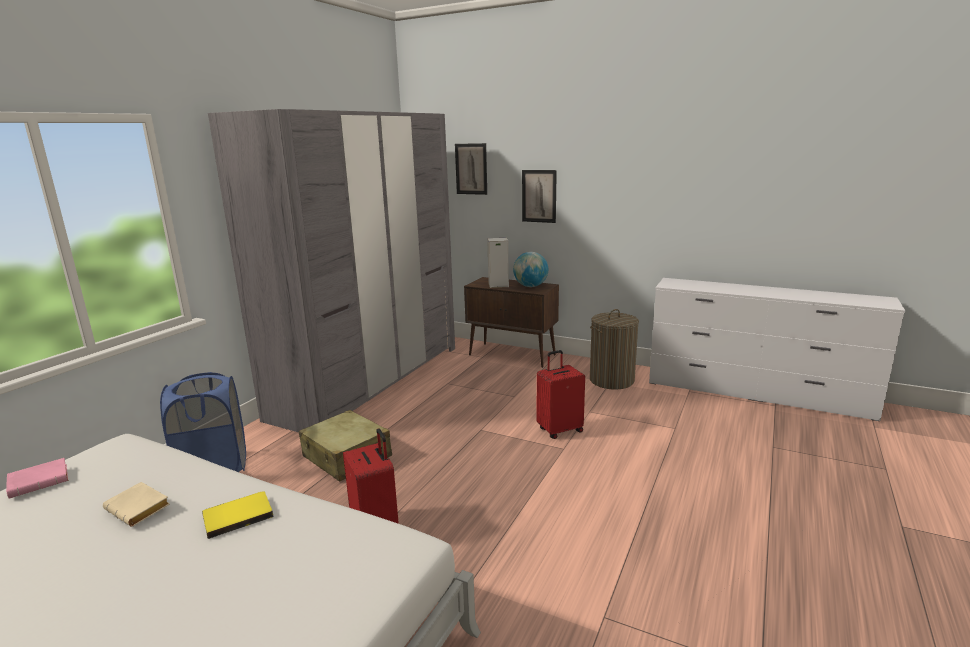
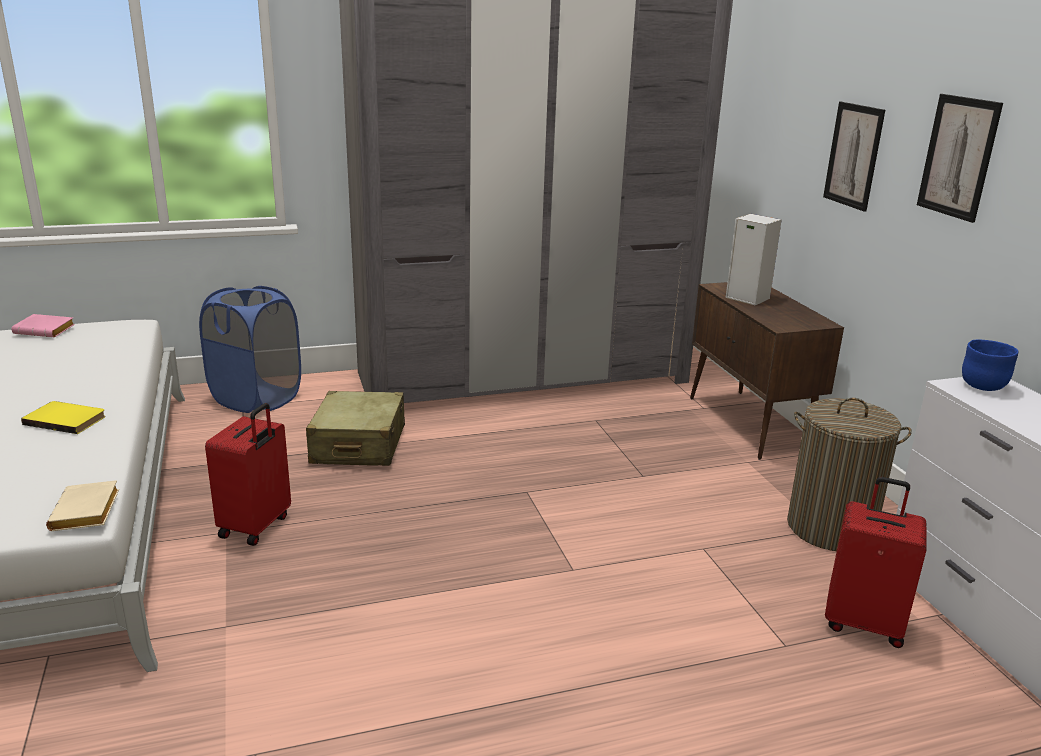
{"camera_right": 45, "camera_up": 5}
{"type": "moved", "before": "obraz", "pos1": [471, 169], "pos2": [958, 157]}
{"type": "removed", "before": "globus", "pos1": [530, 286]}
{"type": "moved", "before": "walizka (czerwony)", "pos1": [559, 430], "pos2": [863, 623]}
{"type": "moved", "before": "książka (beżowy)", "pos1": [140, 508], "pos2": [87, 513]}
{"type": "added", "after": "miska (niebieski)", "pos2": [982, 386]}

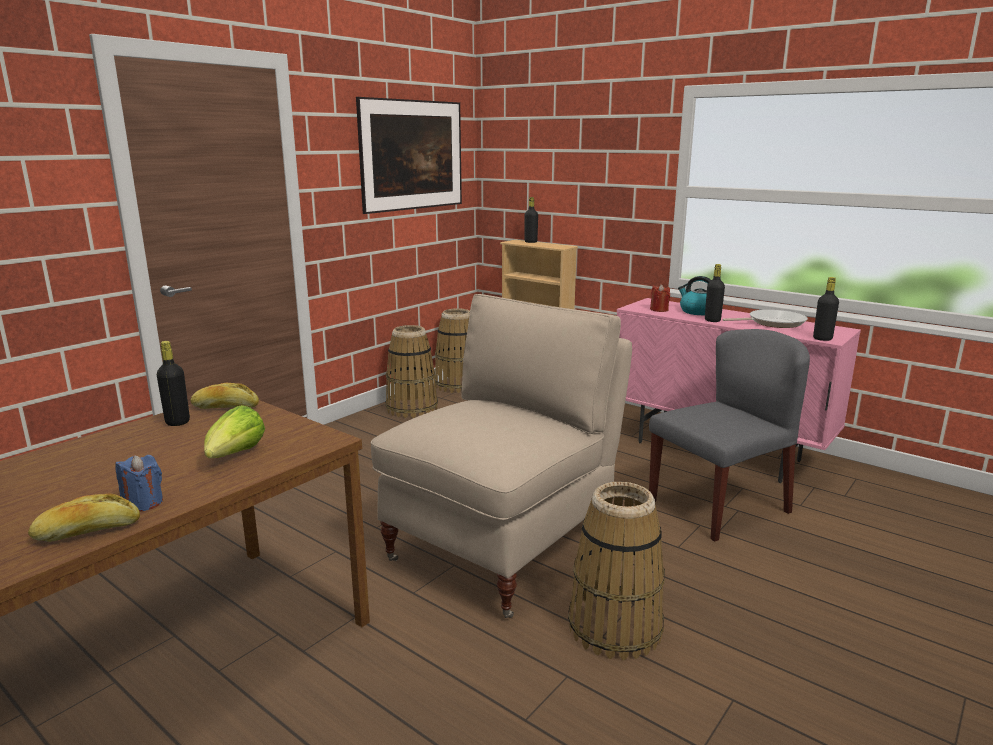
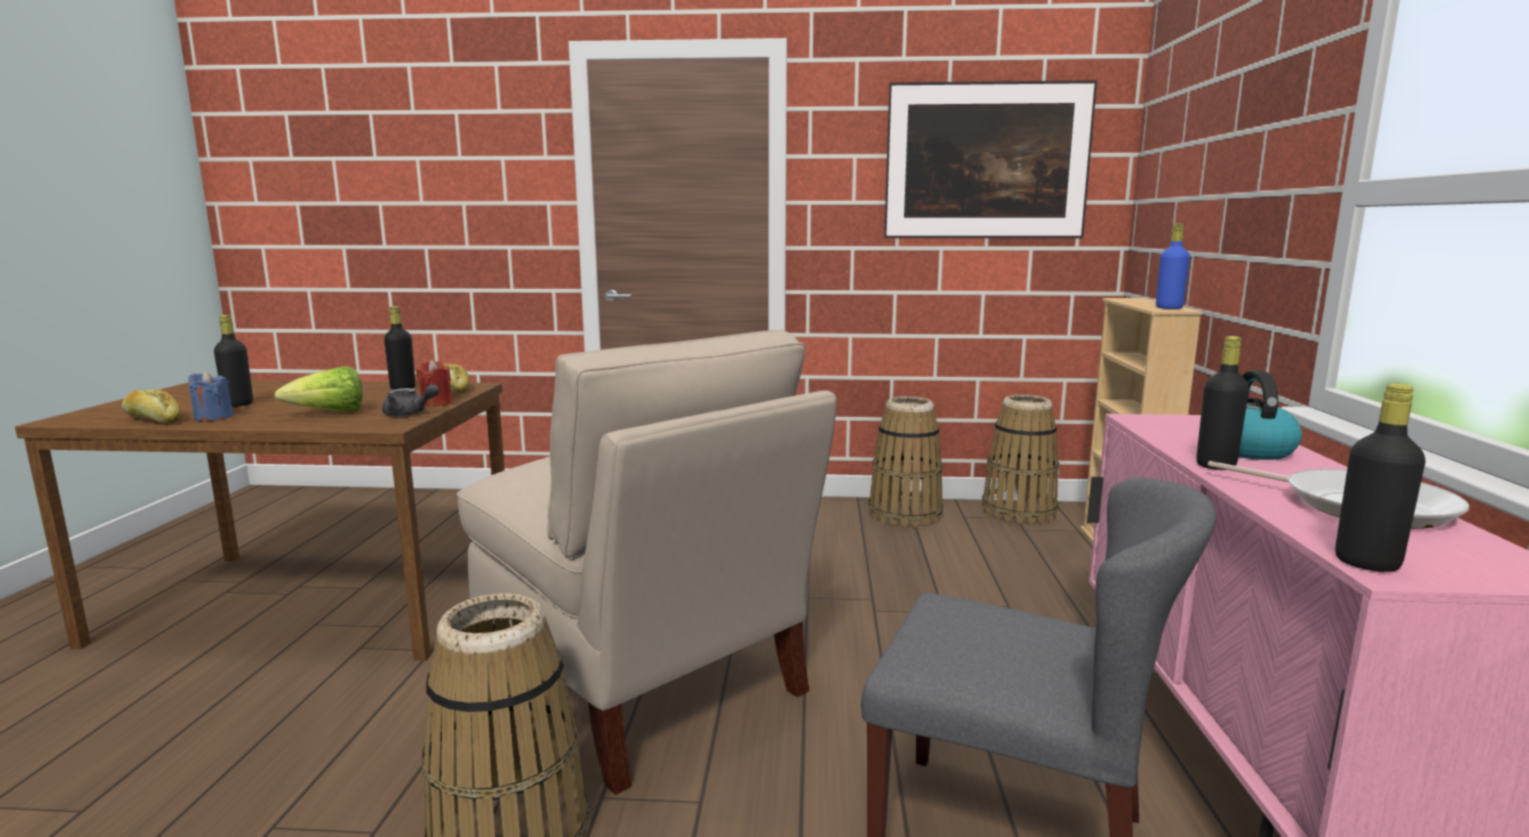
{"camera_right": 55, "camera_up": -5}
{"type": "moved", "before": "butelka (czarny)", "pos1": [530, 242], "pos2": [238, 404]}
{"type": "moved", "before": "świeca (czerwony)", "pos1": [659, 310], "pos2": [436, 403]}
{"type": "turned", "before": "krzesło (beżowy)", "pos1": [503, 547], "pos2": [643, 682], "turn": 45}
{"type": "added", "after": "butelka (niebieski)", "pos2": [1169, 308]}
{"type": "added", "after": "imbryk (szary)", "pos2": [409, 414]}

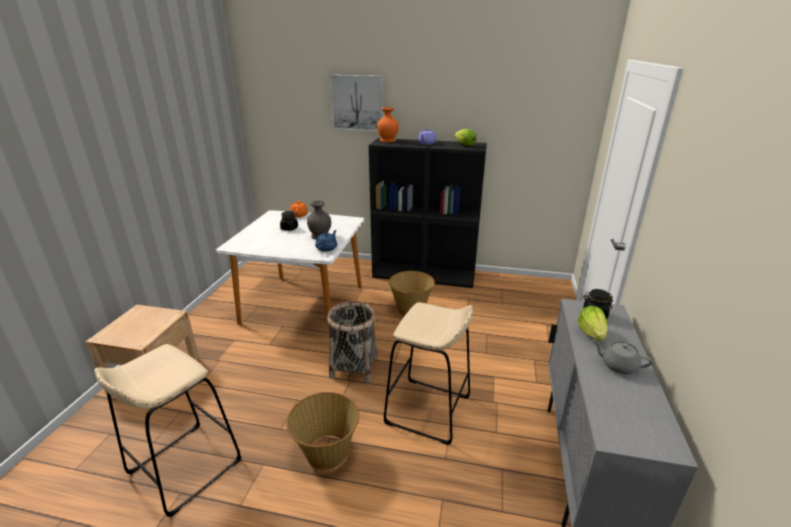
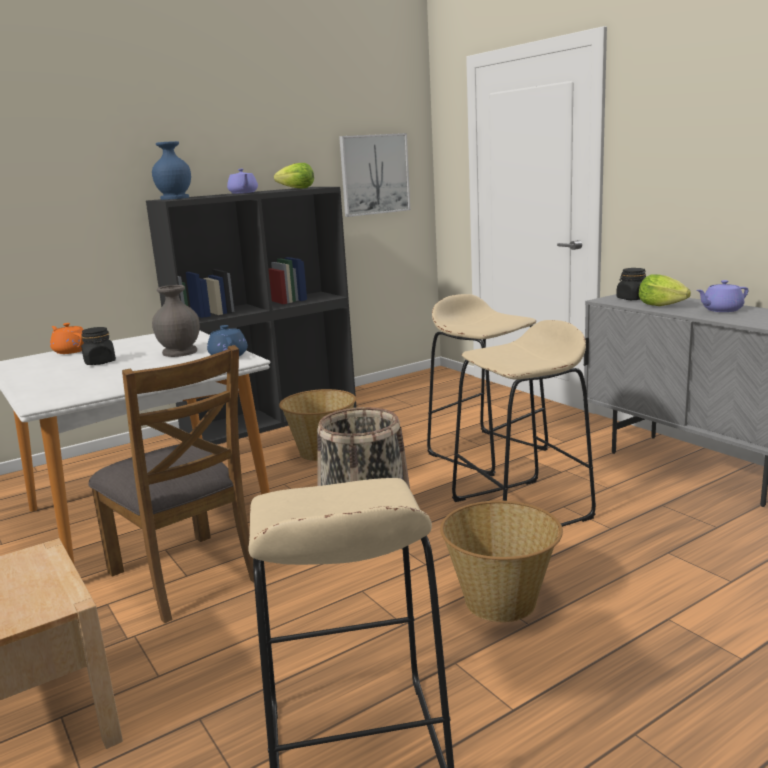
{"camera_right": -45, "camera_up": -10}
{"type": "moved", "before": "obraz", "pos1": [357, 103], "pos2": [374, 174]}
{"type": "recoloured", "before": "wazon (pomarańczowy)", "after": "wazon (niebieski)", "pos1": [388, 140], "pos2": [175, 198]}
{"type": "recoloured", "before": "imbryk (szary)", "after": "imbryk (fioletowy)", "pos1": [618, 365], "pos2": [721, 310]}
{"type": "added", "after": "stołek (beżowy)", "pos2": [487, 452]}
{"type": "added", "after": "krzesło (brązowy)", "pos2": [185, 575]}

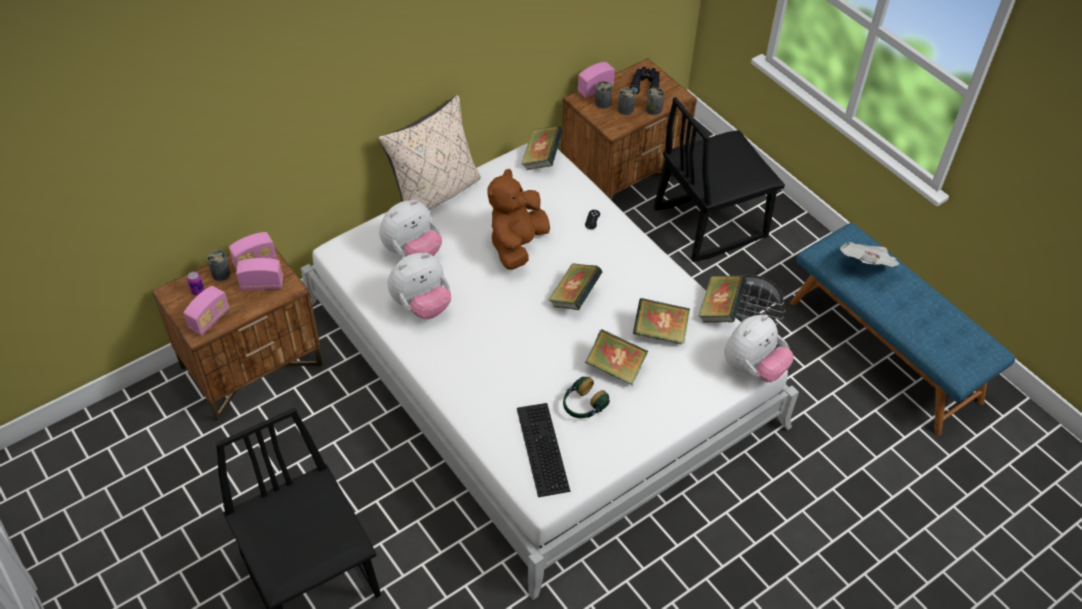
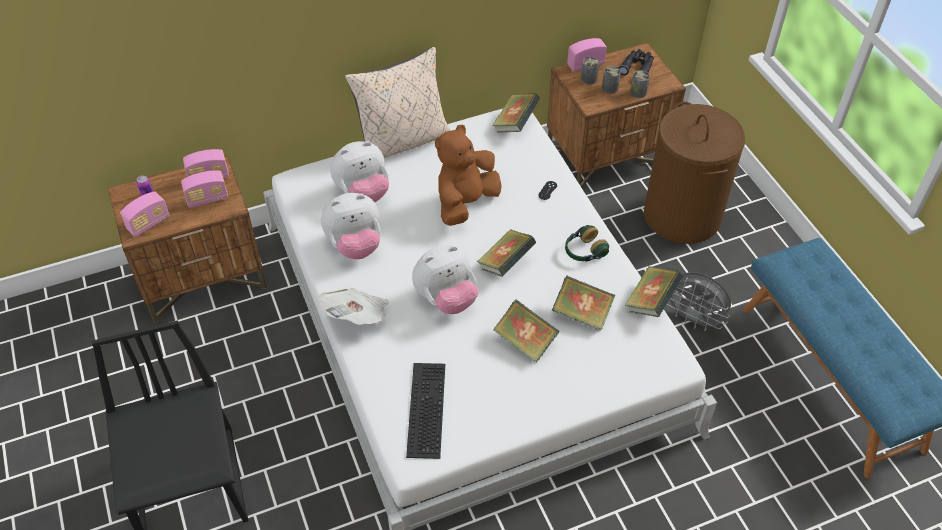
{"camera_right": 15, "camera_up": 0}
{"type": "replaced", "before": "krzesło (czarny)", "after": "kosz na pranie (brązowy)", "pos1": [709, 222], "pos2": [681, 215]}
{"type": "moved", "before": "gazeta", "pos1": [866, 265], "pos2": [357, 316]}
{"type": "removed", "before": "puszka", "pos1": [221, 273]}
{"type": "turned", "before": "radio", "pos1": [262, 284], "pos2": [207, 199], "turn": 150}
{"type": "moved", "before": "pluszak", "pos1": [753, 368], "pos2": [446, 299]}
{"type": "moved", "before": "słuchawki", "pos1": [583, 405], "pos2": [584, 251]}

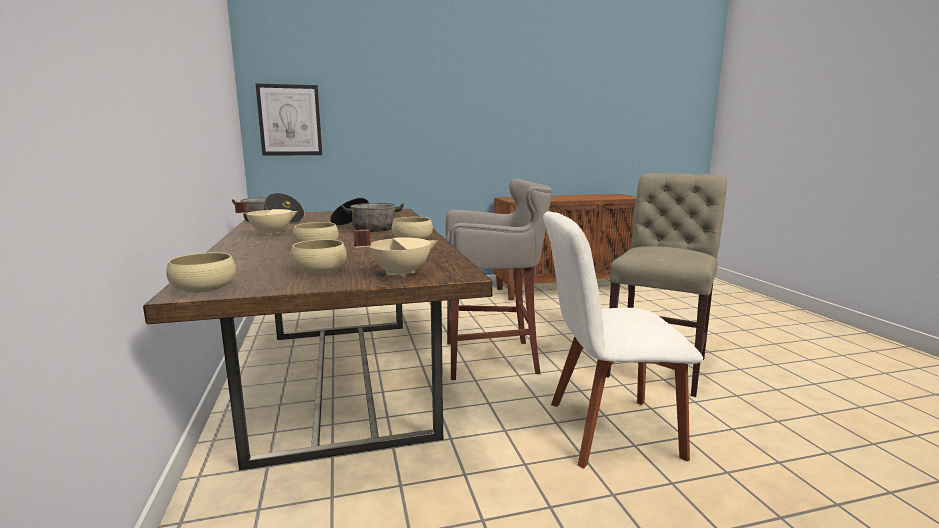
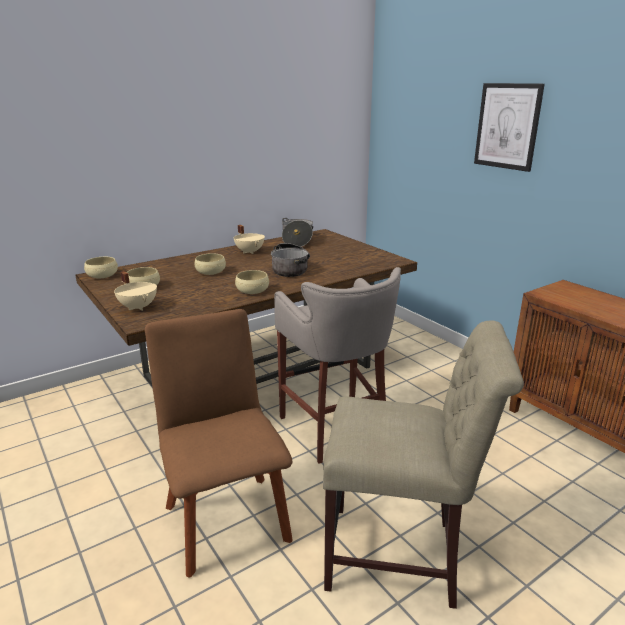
{"camera_right": 70, "camera_up": 10}
{"type": "moved", "before": "obraz", "pos1": [290, 120], "pos2": [507, 126]}
{"type": "recoloured", "before": "krzesło (biały)", "after": "krzesło (brązowy)", "pos1": [606, 430], "pos2": [226, 517]}

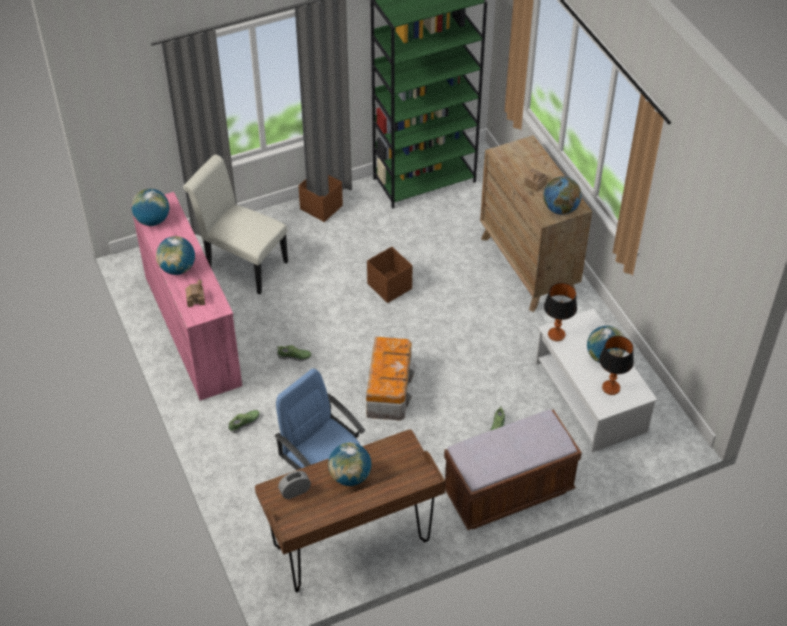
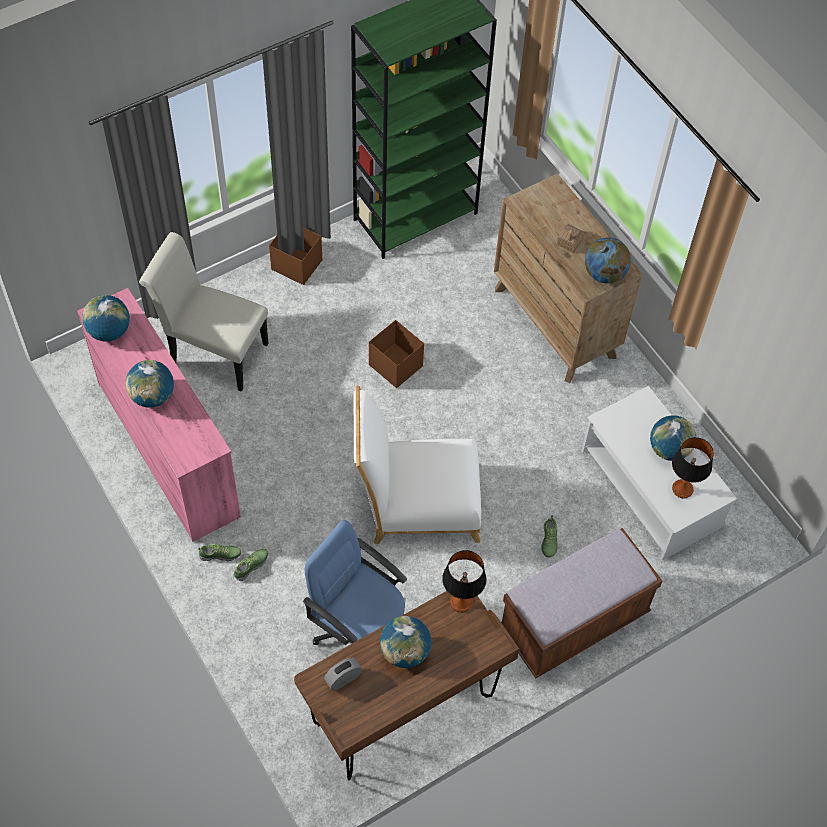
{"camera_right": -10, "camera_up": 10}
{"type": "removed", "before": "domek", "pos1": [195, 299]}
{"type": "moved", "before": "lampa stołowa", "pos1": [556, 334], "pos2": [461, 602]}
{"type": "replaced", "before": "pojemnik do przechowywania", "after": "krzesło (biały)", "pos1": [389, 388], "pos2": [416, 502]}
{"type": "moved", "before": "but", "pos1": [294, 356], "pos2": [220, 555]}

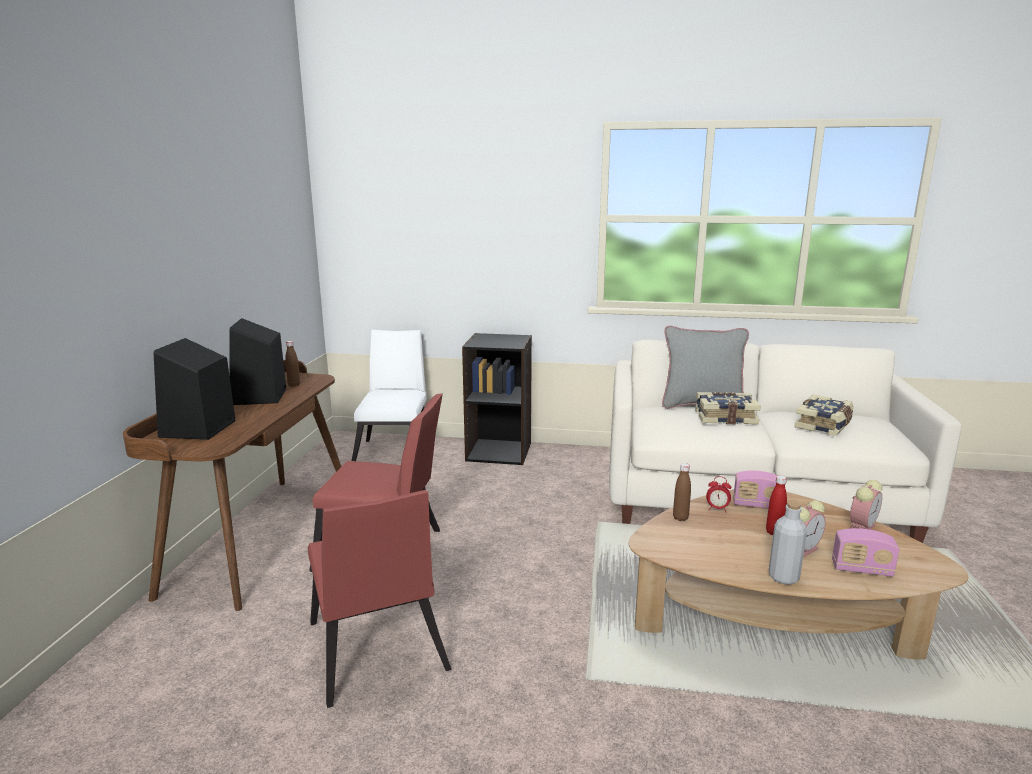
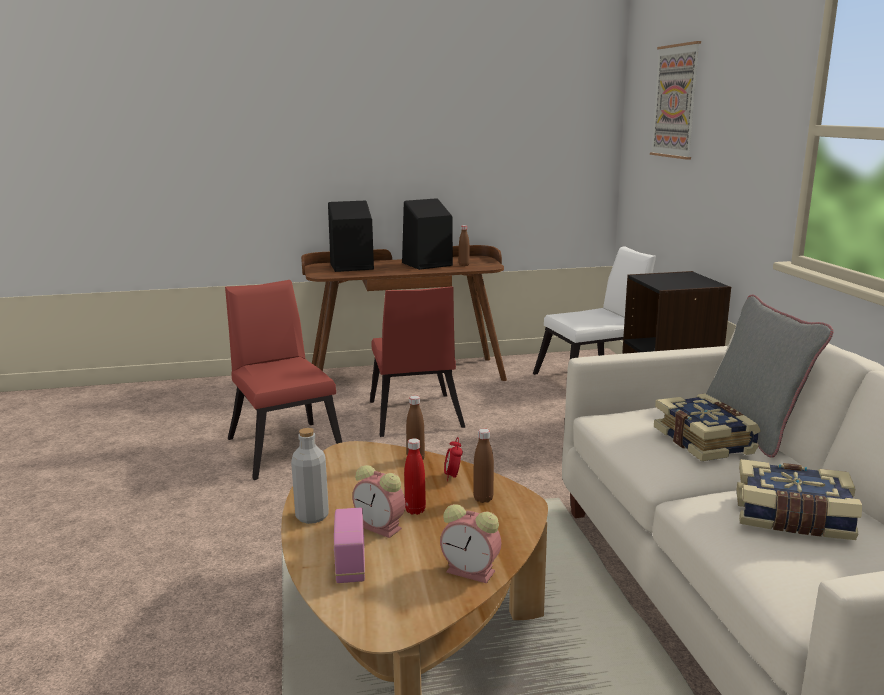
{"camera_right": 70, "camera_up": 0}
{"type": "replaced", "before": "radio", "after": "butelka (brązowy)", "pos1": [756, 505], "pos2": [483, 499]}
{"type": "turned", "before": "krzesło (czerwony)", "pos1": [376, 654], "pos2": [284, 445], "turn": 105}
{"type": "added", "after": "obraz", "pos2": [675, 101]}

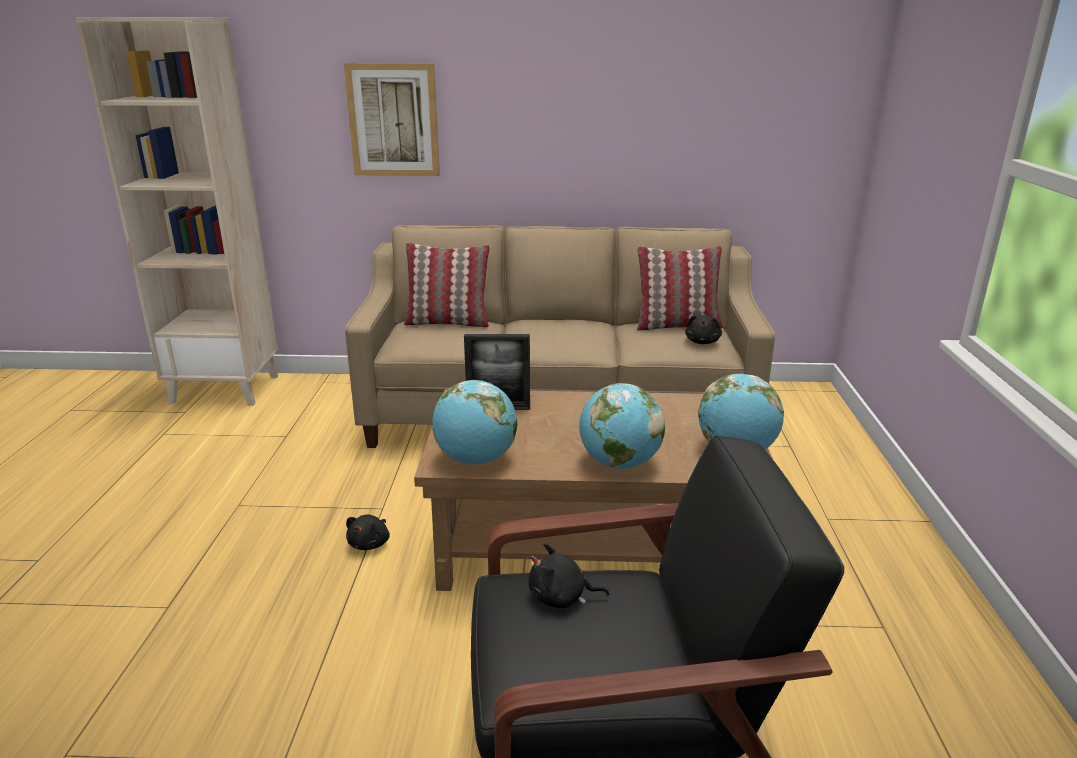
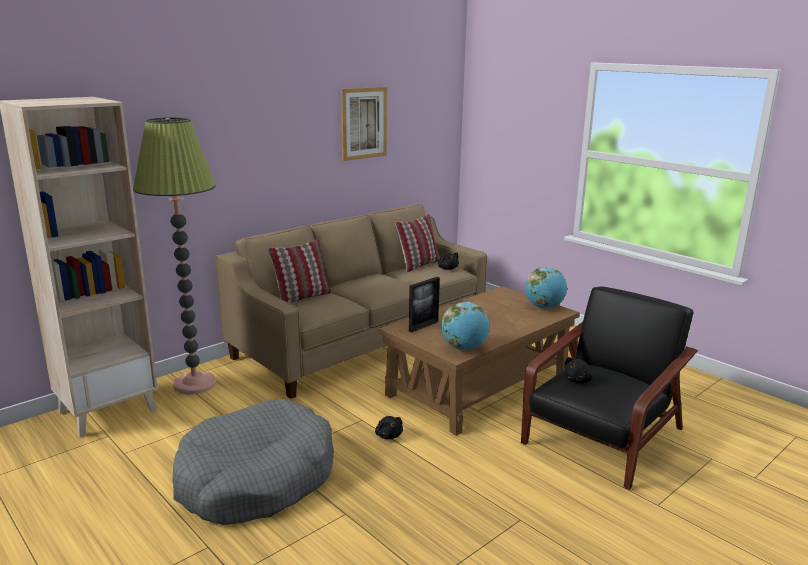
{"camera_right": -45, "camera_up": -5}
{"type": "moved", "before": "obraz", "pos1": [393, 120], "pos2": [363, 123]}
{"type": "removed", "before": "globus", "pos1": [619, 463]}
{"type": "added", "after": "lampa stojąca", "pos2": [194, 384]}
{"type": "added", "after": "legowisko (szary)", "pos2": [256, 479]}

